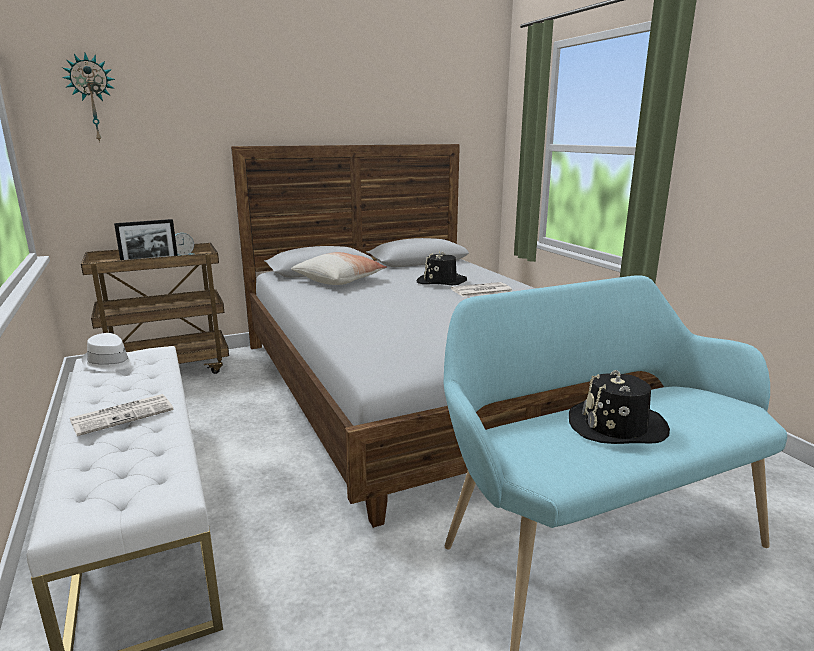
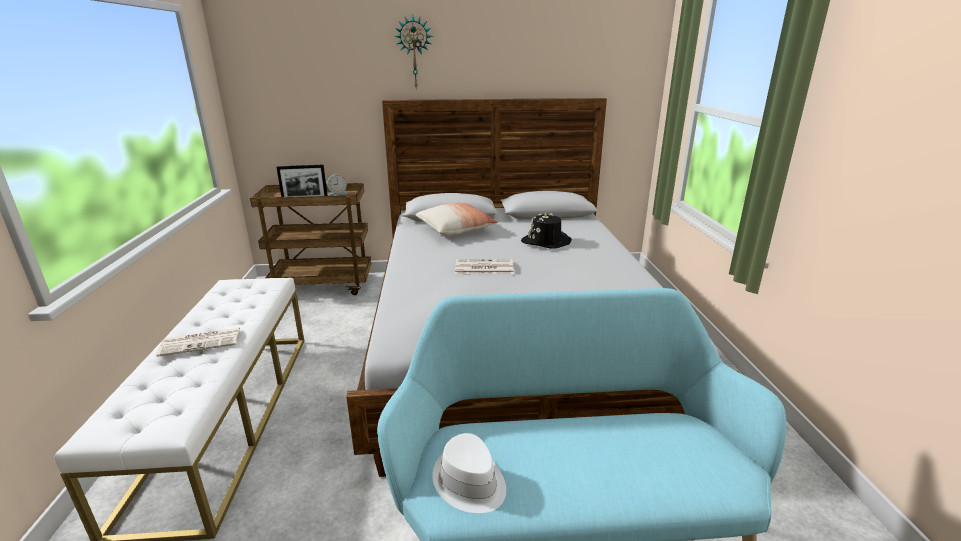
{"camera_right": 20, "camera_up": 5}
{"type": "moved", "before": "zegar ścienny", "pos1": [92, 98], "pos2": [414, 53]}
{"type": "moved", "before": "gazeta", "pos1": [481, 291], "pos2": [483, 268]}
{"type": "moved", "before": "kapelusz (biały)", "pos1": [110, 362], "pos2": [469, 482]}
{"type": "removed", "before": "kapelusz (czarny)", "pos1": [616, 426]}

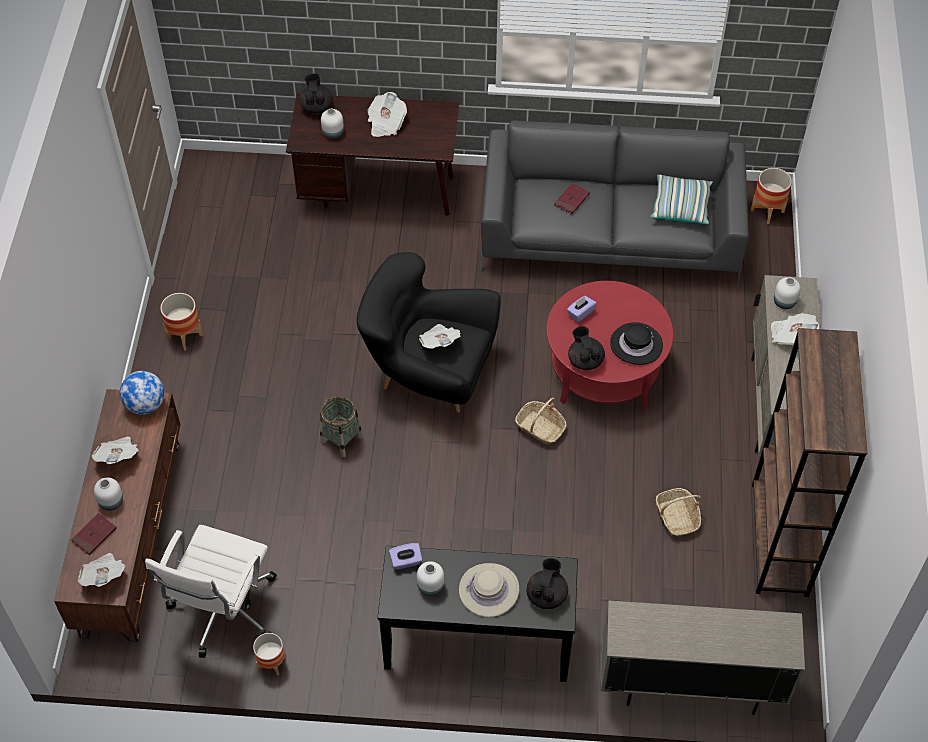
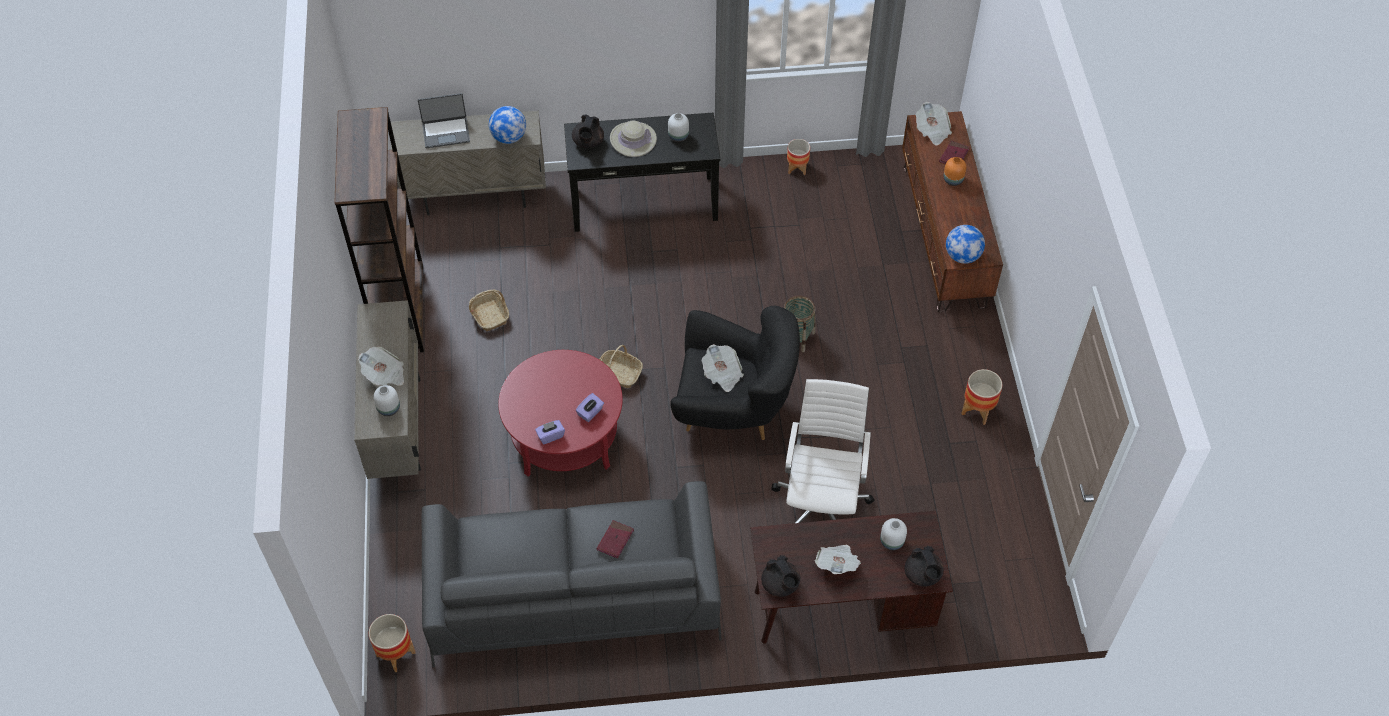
{"camera_right": 170, "camera_up": 0}
{"type": "removed", "before": "poduszka", "pos1": [680, 206]}
{"type": "removed", "before": "kapelusz (czarny)", "pos1": [636, 345]}
{"type": "moved", "before": "imbryk (czarny)", "pos1": [585, 360], "pos2": [780, 585]}
{"type": "removed", "before": "gazeta", "pos1": [118, 456]}
{"type": "recoloured", "before": "wazon (biały)", "after": "wazon (pomarańczowy)", "pos1": [111, 502], "pos2": [953, 179]}
{"type": "moved", "before": "krzesło biurowe (biały)", "pos1": [223, 610], "pos2": [821, 505]}
{"type": "moved", "before": "pudełko chusteczek (fioletowy)", "pos1": [406, 561], "pos2": [550, 436]}
{"type": "added", "after": "laptop", "pos2": [446, 132]}
{"type": "added", "after": "globus", "pos2": [509, 137]}

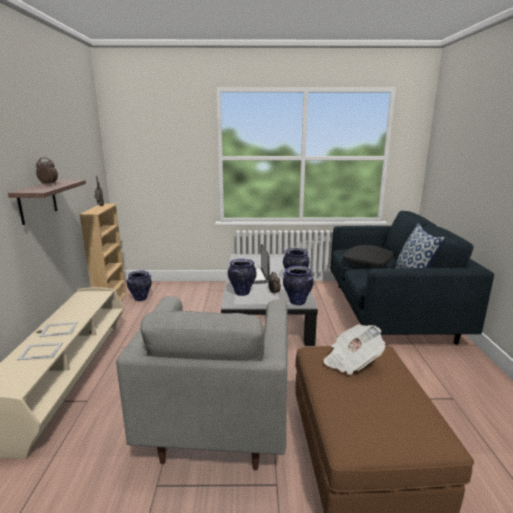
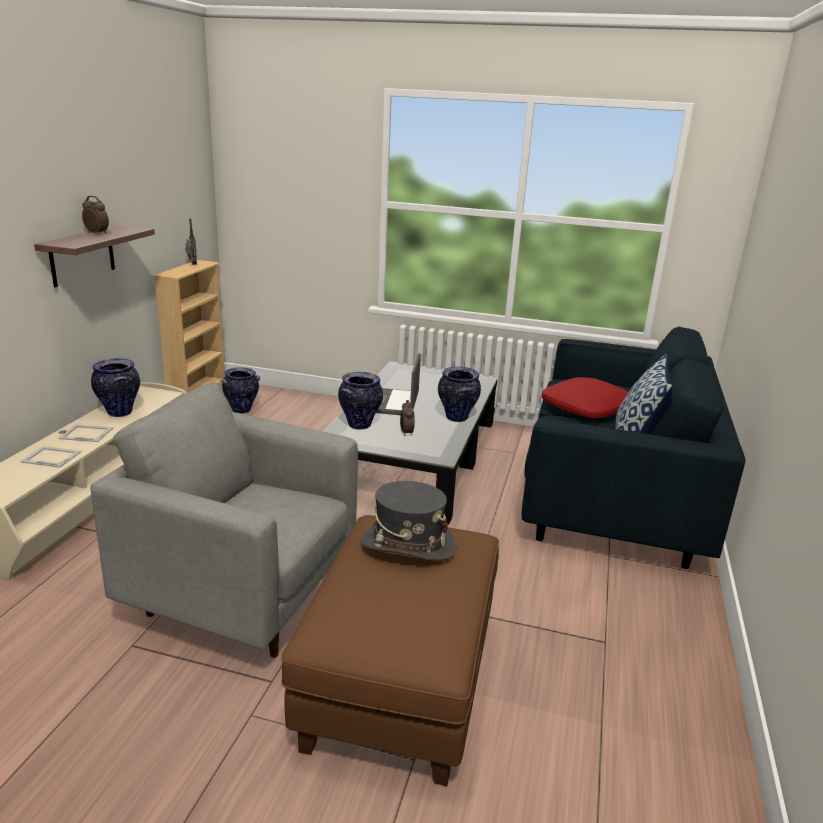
{"camera_right": 15, "camera_up": 5}
{"type": "recoloured", "before": "poduszka (czarny)", "after": "poduszka (czerwony)", "pos1": [368, 262], "pos2": [586, 408]}
{"type": "moved", "before": "wazon", "pos1": [297, 302], "pos2": [119, 412]}
{"type": "turned", "before": "fotel (szary)", "pos1": [217, 425], "pos2": [242, 597], "turn": 90}
{"type": "replaced", "before": "gazeta", "after": "kapelusz (szary)", "pos1": [352, 361], "pos2": [408, 545]}

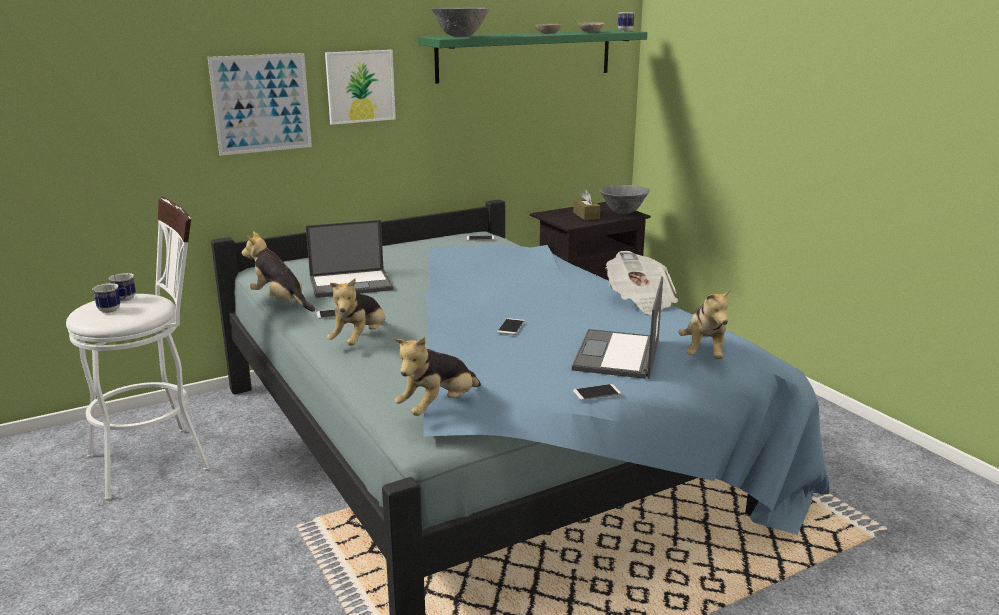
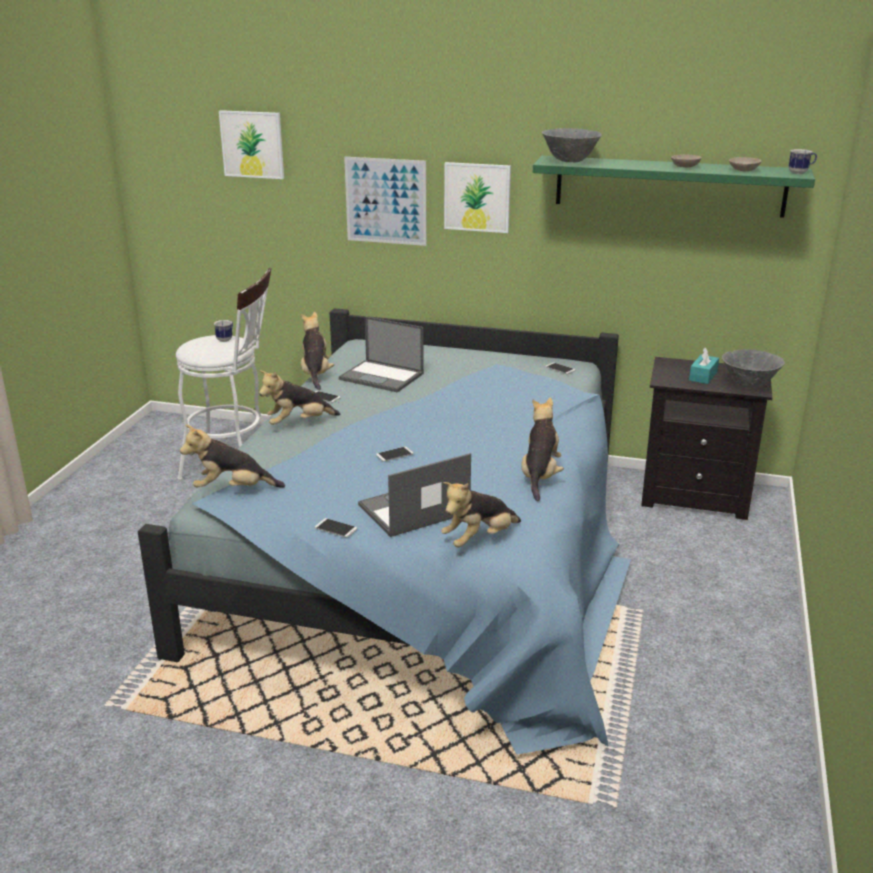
{"camera_right": 45, "camera_up": 5}
{"type": "recoloured", "before": "pudełko chusteczek (brązowy)", "after": "pudełko chusteczek (turkusowy)", "pos1": [586, 215], "pos2": [703, 376]}
{"type": "replaced", "before": "gazeta", "after": "pluszak", "pos1": [640, 301], "pos2": [540, 476]}
{"type": "removed", "before": "kubek", "pos1": [113, 309]}
{"type": "added", "after": "obraz", "pos2": [252, 144]}

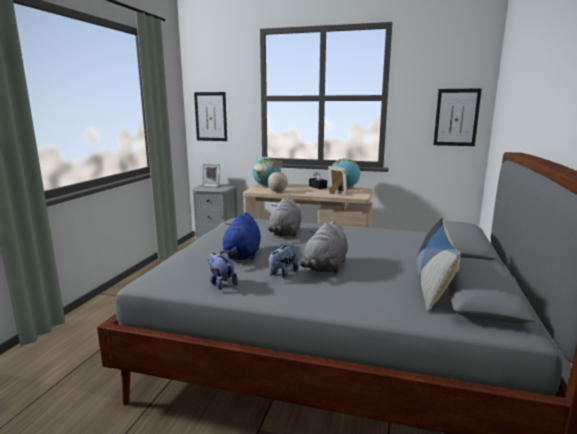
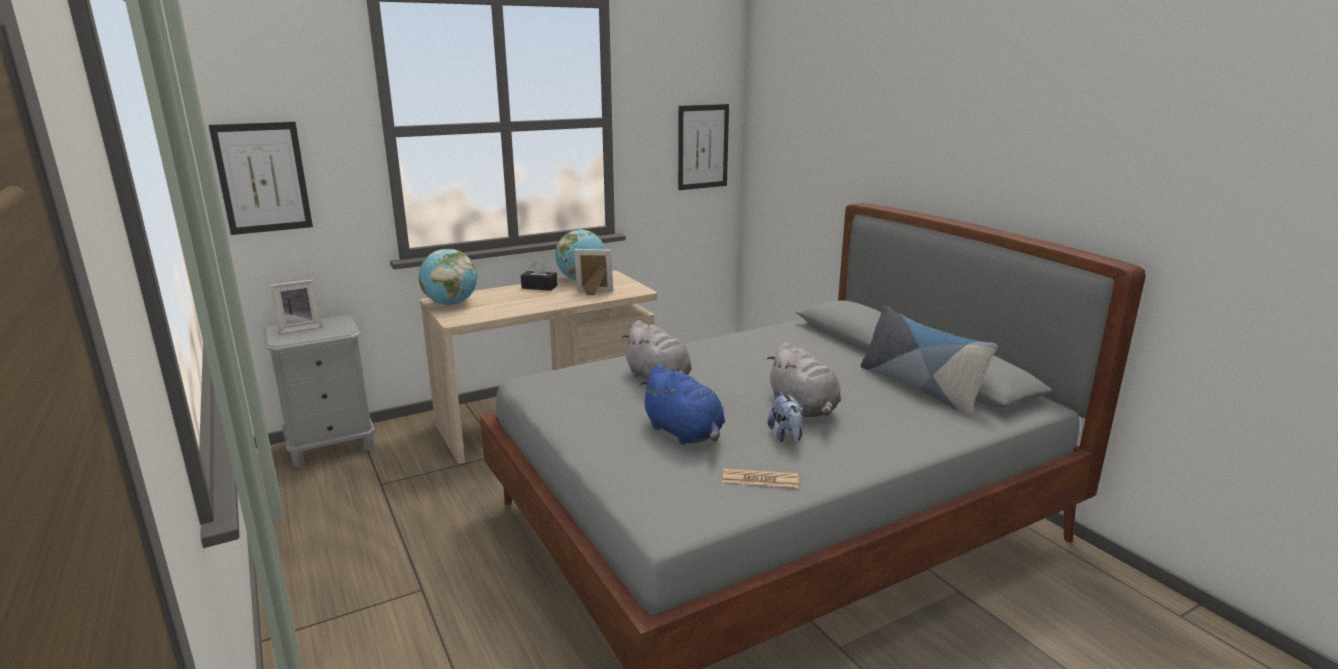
{"camera_right": -45, "camera_up": 5}
{"type": "removed", "before": "globus", "pos1": [277, 191]}
{"type": "replaced", "before": "pluszak", "after": "gazeta", "pos1": [221, 283], "pos2": [760, 479]}

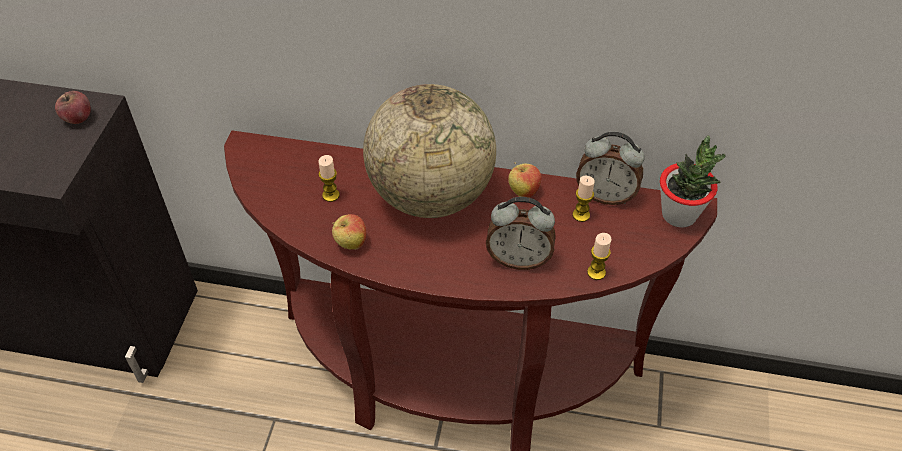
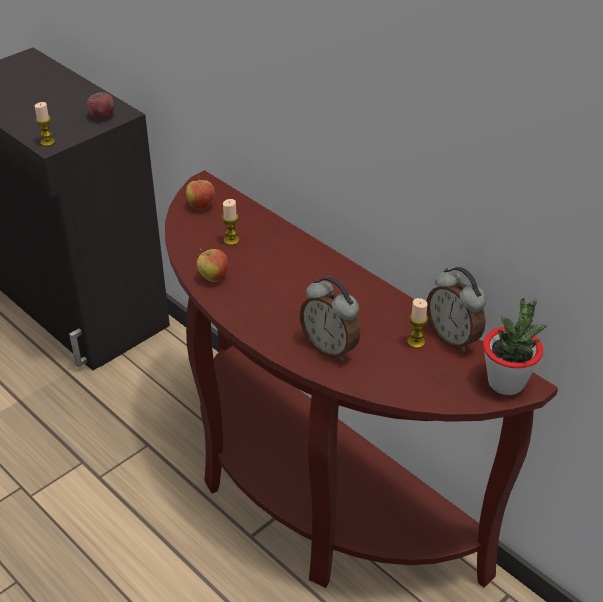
{"camera_right": 35, "camera_up": -10}
{"type": "removed", "before": "globus", "pos1": [430, 195]}
{"type": "moved", "before": "jabłko", "pos1": [523, 192], "pos2": [201, 206]}
{"type": "moved", "before": "świeca", "pos1": [596, 272], "pos2": [47, 142]}

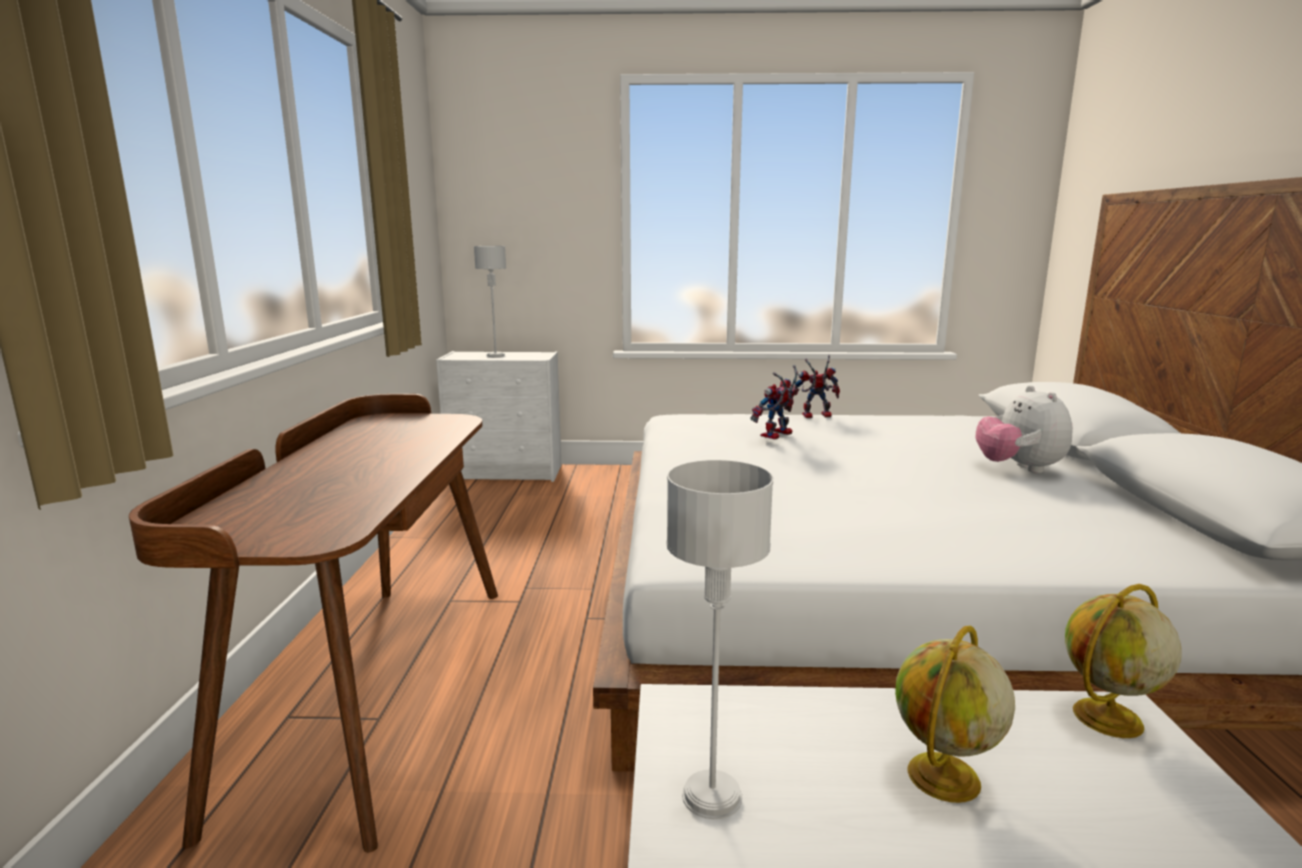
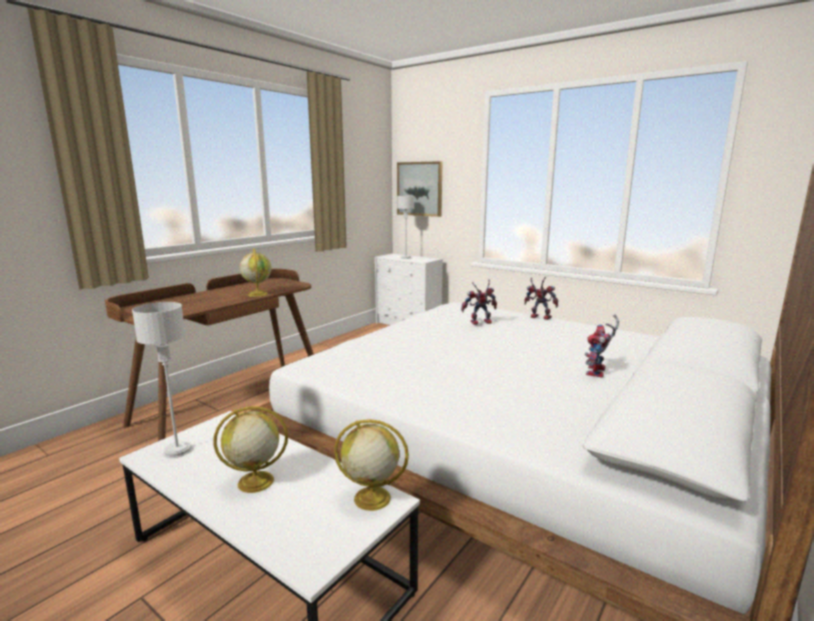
{"camera_right": 35, "camera_up": 0}
{"type": "replaced", "before": "pluszak", "after": "robot zabawkowy", "pos1": [1019, 468], "pos2": [597, 373]}
{"type": "added", "after": "obraz", "pos2": [420, 189]}
{"type": "added", "after": "globus", "pos2": [257, 294]}

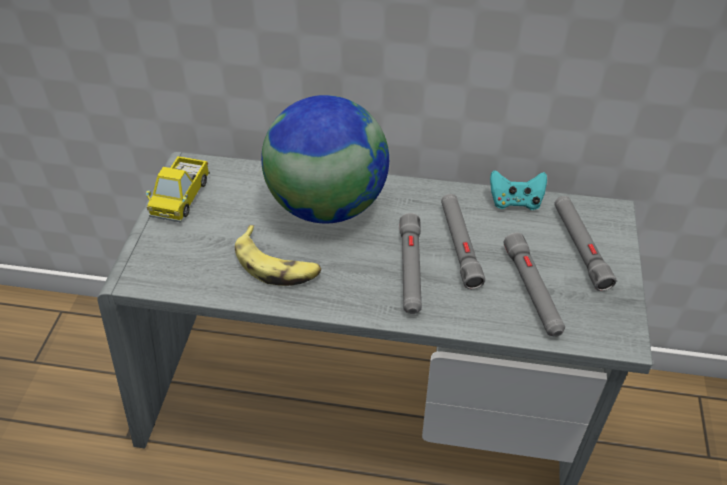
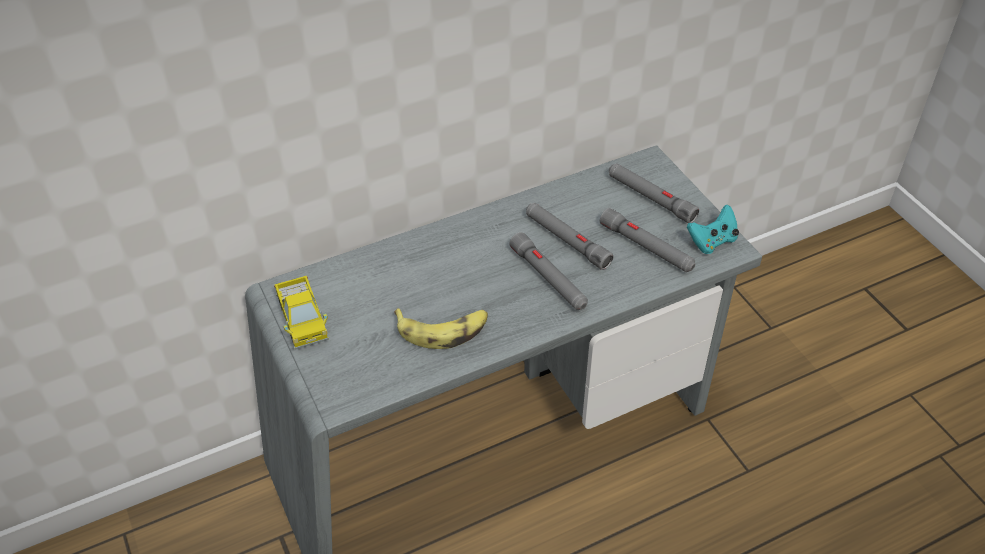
{"camera_right": -35, "camera_up": 0}
{"type": "removed", "before": "globus", "pos1": [327, 205]}
{"type": "moved", "before": "pad do gier (turkusowy)", "pos1": [515, 202], "pos2": [712, 241]}

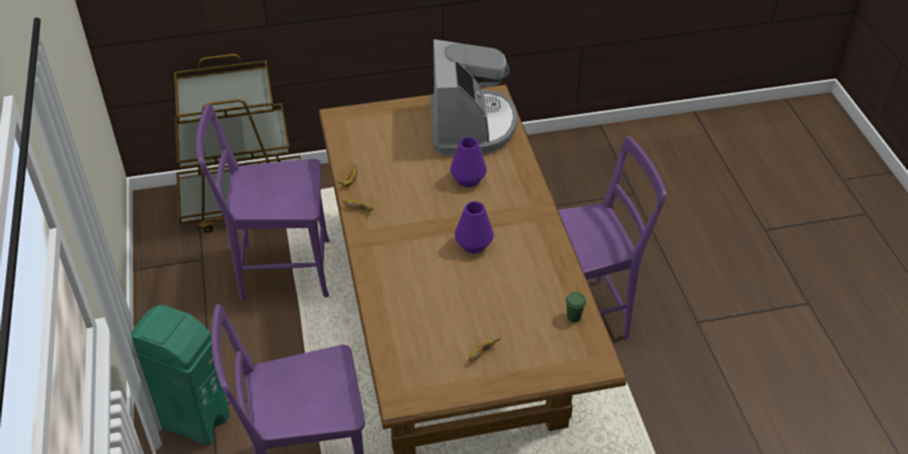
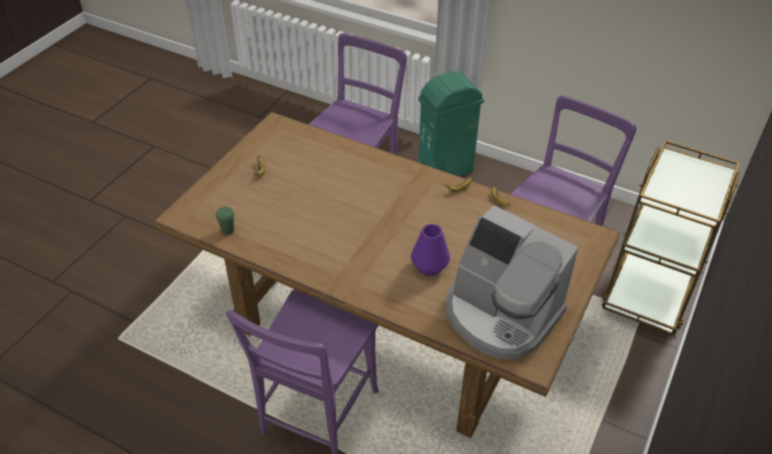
{"camera_right": 130, "camera_up": 0}
{"type": "removed", "before": "wazon (fioletowy)", "pos1": [473, 244]}

